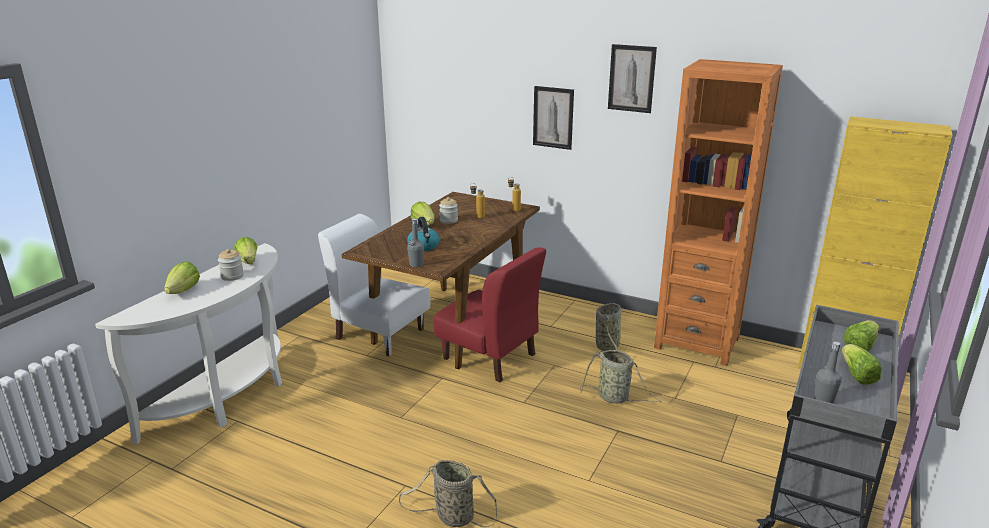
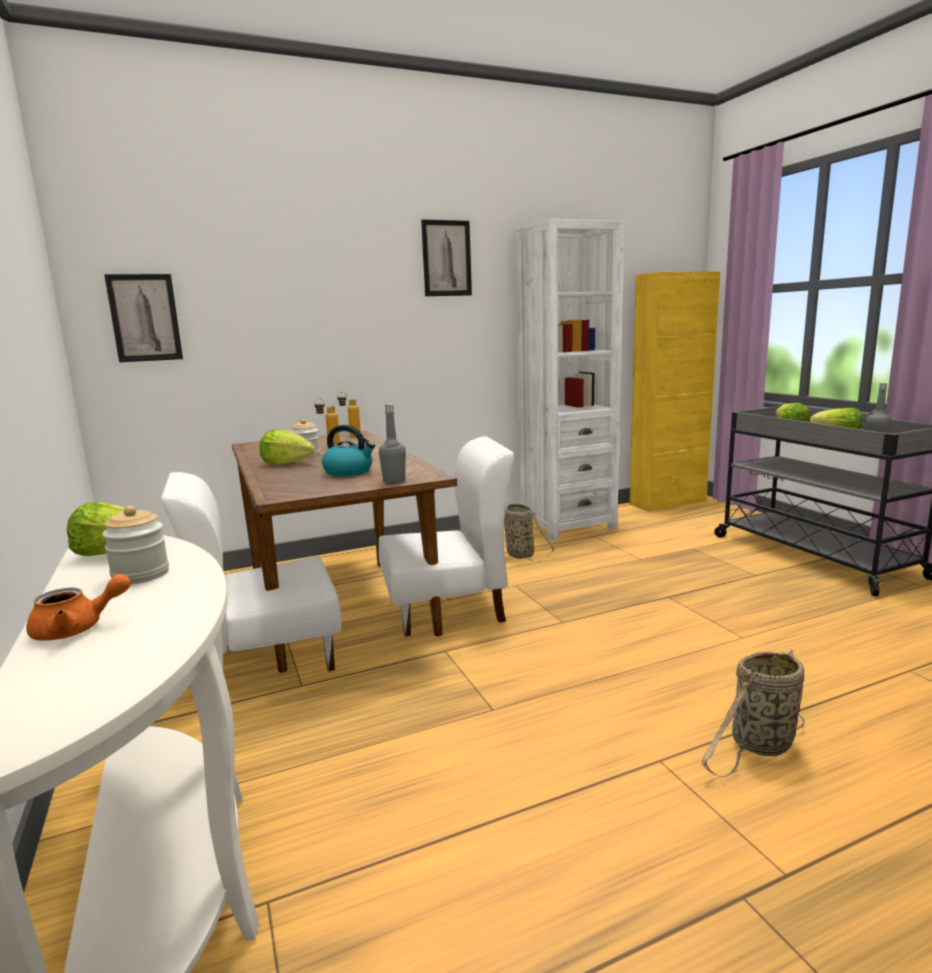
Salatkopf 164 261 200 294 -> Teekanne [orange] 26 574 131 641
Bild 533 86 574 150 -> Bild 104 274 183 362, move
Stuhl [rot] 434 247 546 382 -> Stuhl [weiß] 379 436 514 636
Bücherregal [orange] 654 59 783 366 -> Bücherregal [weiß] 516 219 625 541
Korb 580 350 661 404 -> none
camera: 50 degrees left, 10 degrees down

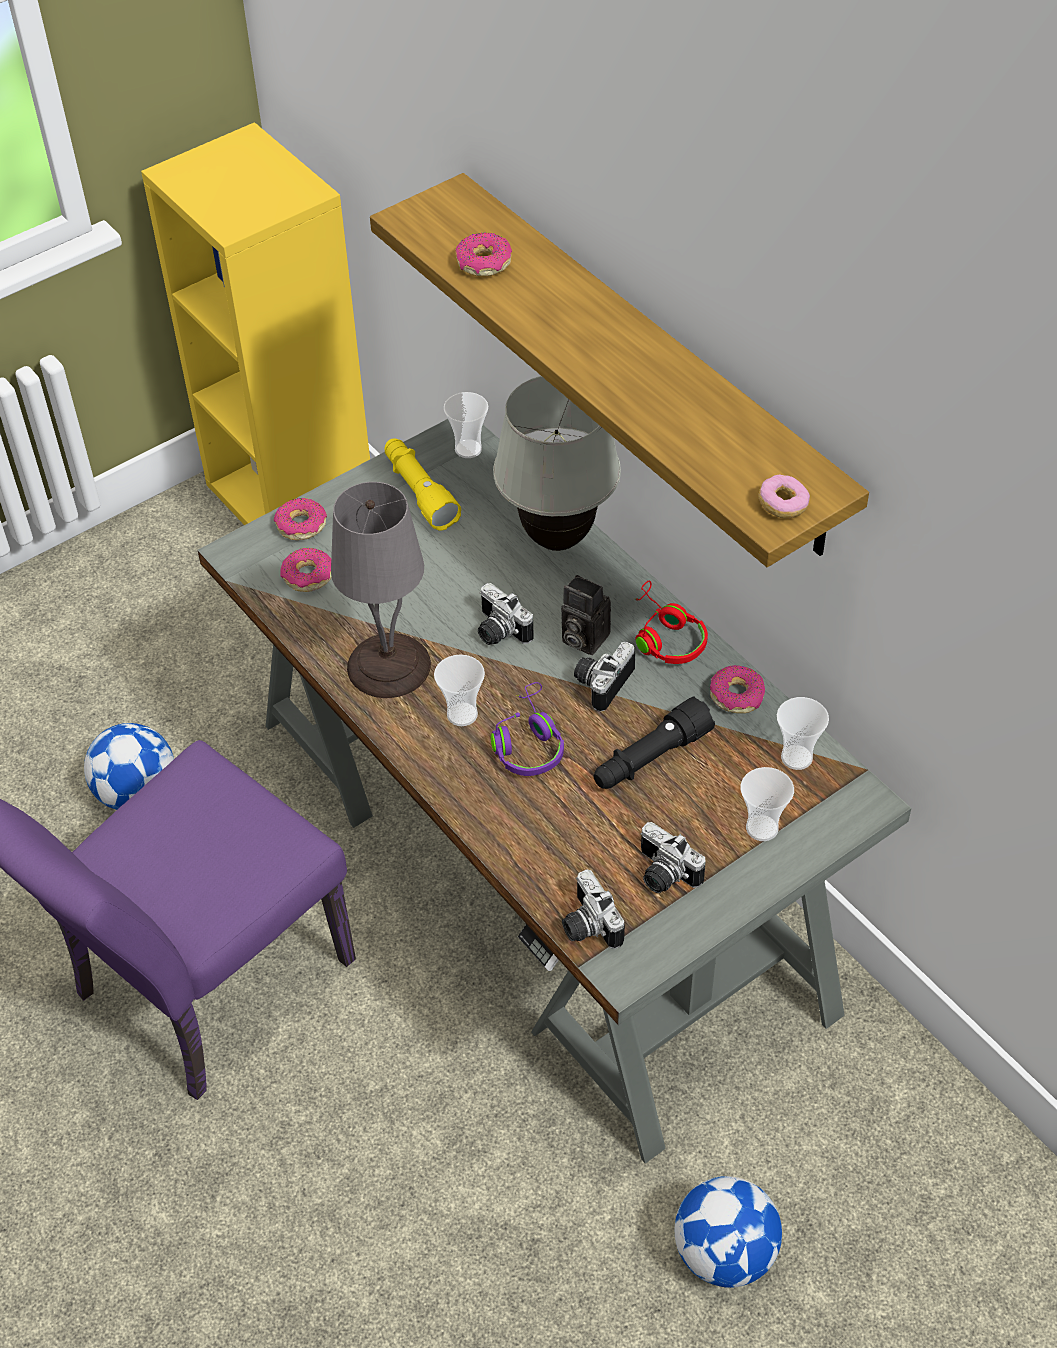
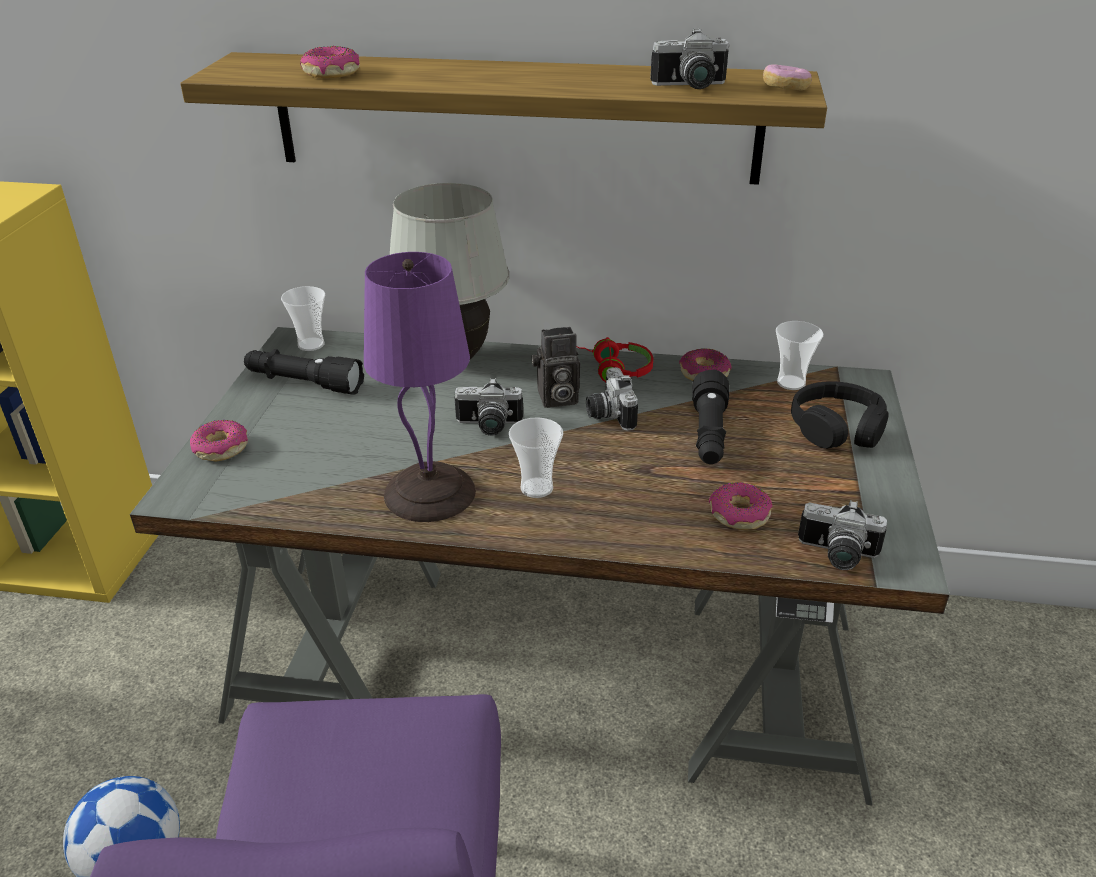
Taschenlampe [gelb] 385 439 461 531 -> Taschenlampe [schwarz] 244 349 364 395
Tischlampe [grau] 331 482 431 698 -> Tischlampe [lila] 364 252 476 522
Kamera 640 822 706 893 -> Kamera 650 28 729 89, move
Donut 280 548 332 592 -> Donut 709 482 772 530, move
Tasse 741 767 794 841 -> Kopfhörer [schwarz] 791 381 889 449
Kopfhörer [lila] 491 682 564 776 -> none
Fußball 674 1176 782 1288 -> none
camera: 45 degrees left, 15 degrees down

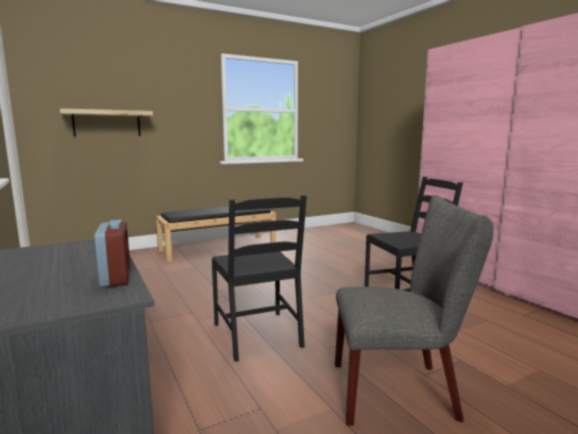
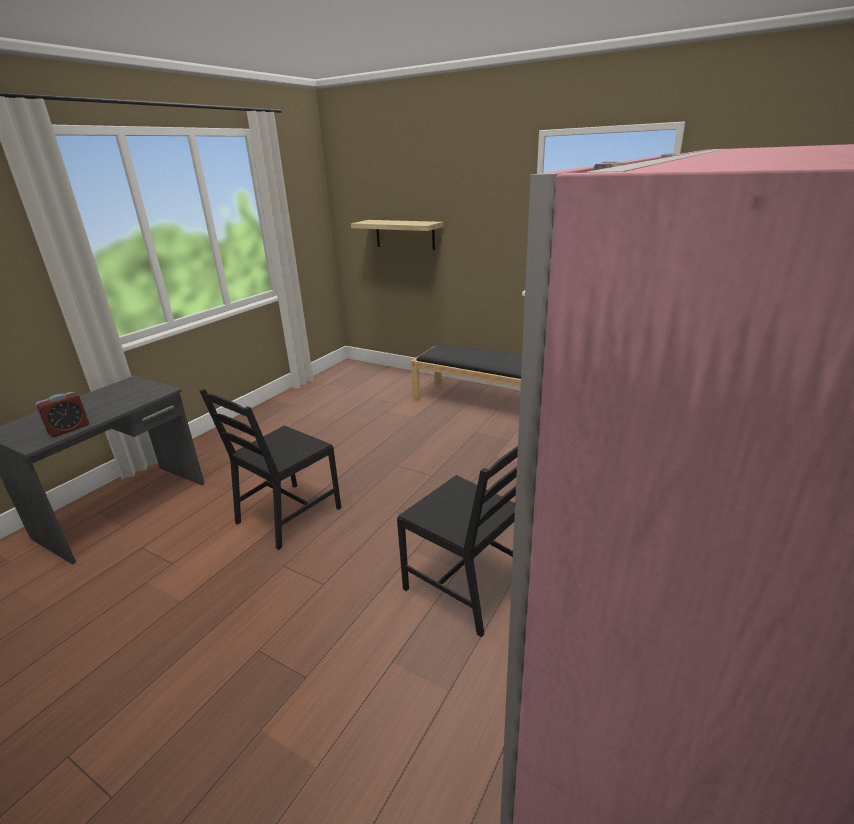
Stuhl [grau] 335 195 494 426 -> none
camera: 60 degrees right, 15 degrees up

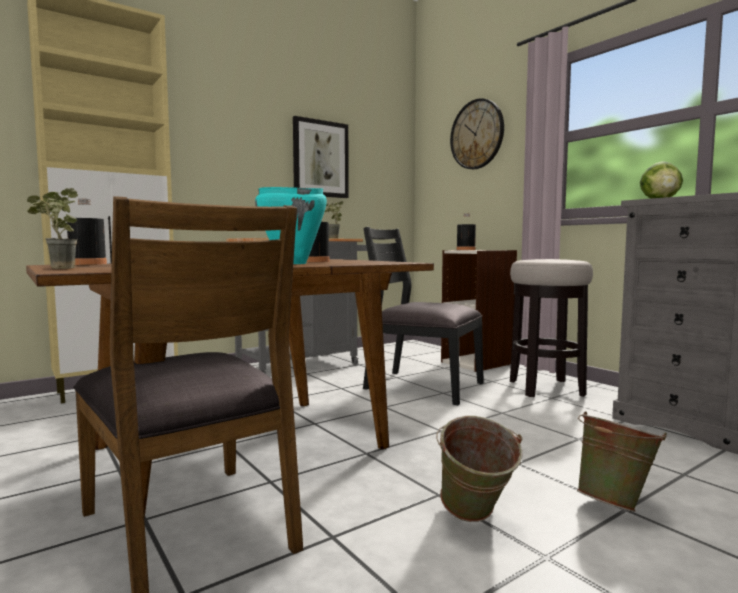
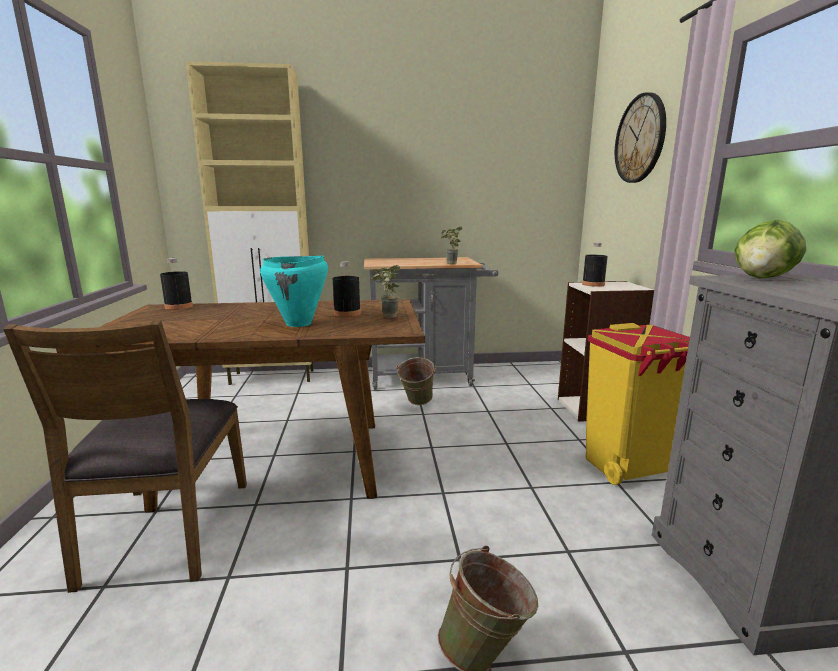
Topfpflanze 27 188 78 269 -> Topfpflanze 371 265 400 318, move
Eimer [grün] 436 416 523 522 -> Eimer [grün] 396 357 436 405, move
Hocker 510 259 593 397 -> Mülleimer [gelb] 586 323 690 485
Bild 293 116 349 198 -> none
Stuhl [schwarz] 363 227 484 405 -> none
camera: 30 degrees right, 10 degrees up

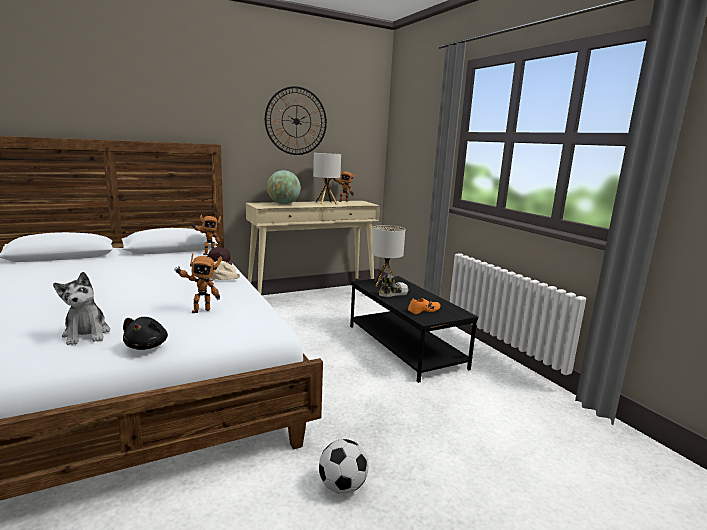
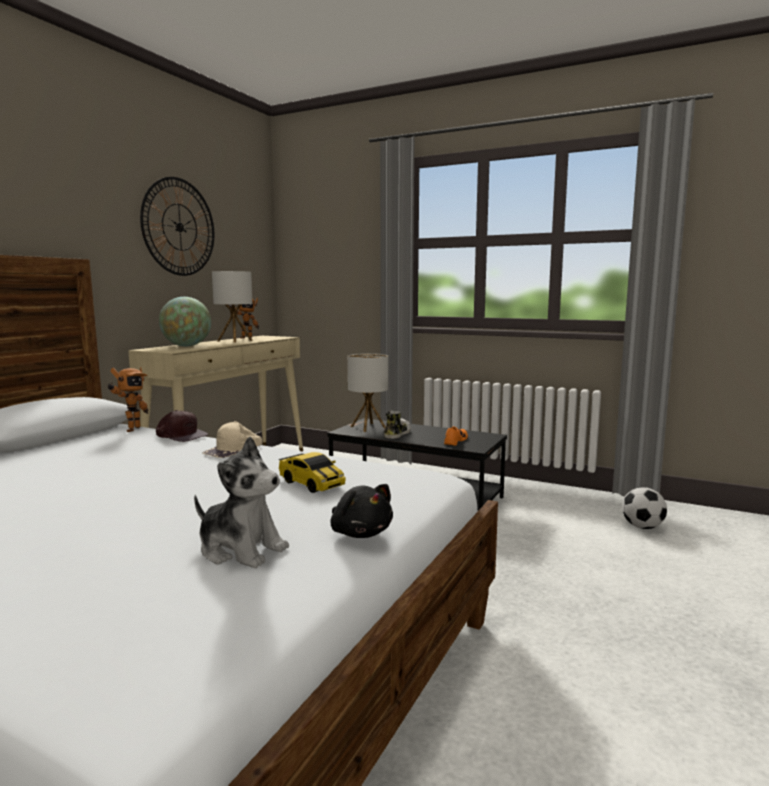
Spielzeugroboter 175 253 222 313 -> Spielzeugauto 279 452 346 493
Fußball 319 439 369 494 -> Fußball 622 487 667 529, move
camera: 35 degrees left, 5 degrees down

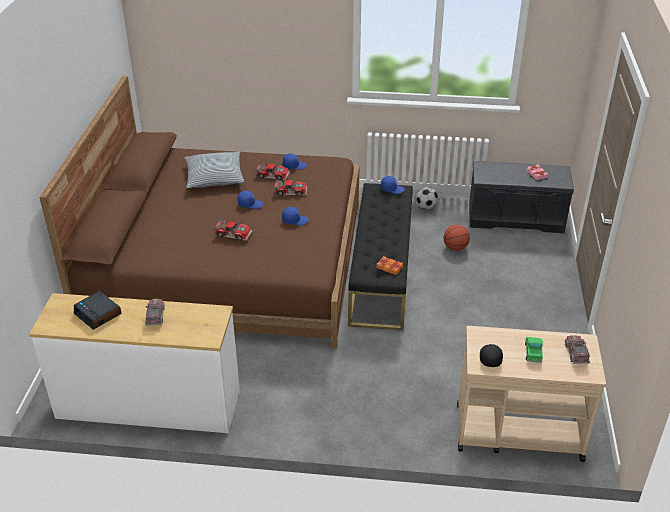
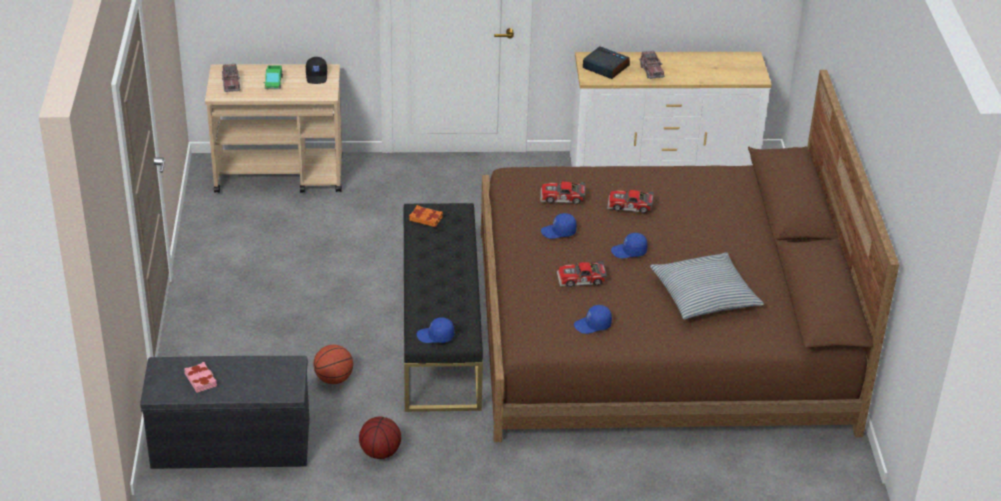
Fußball 416 187 438 209 -> Basketball 359 417 401 459
Spielzeugauto 256 163 290 180 -> Spielzeugauto 540 181 585 204, move
Wecker 74 291 122 330 -> Wecker 583 46 630 79, move
camera: 170 degrees right, 0 degrees up

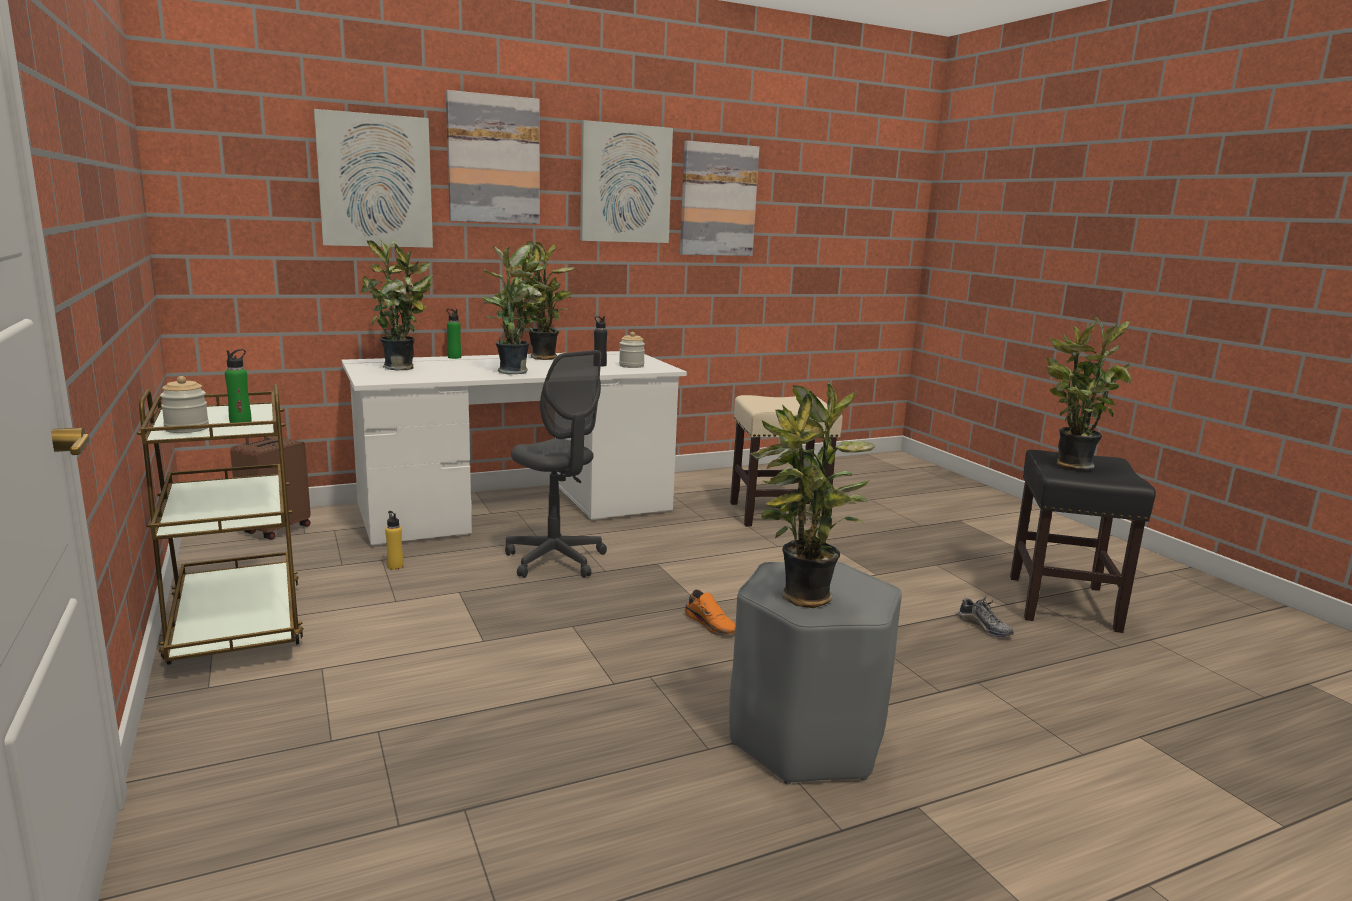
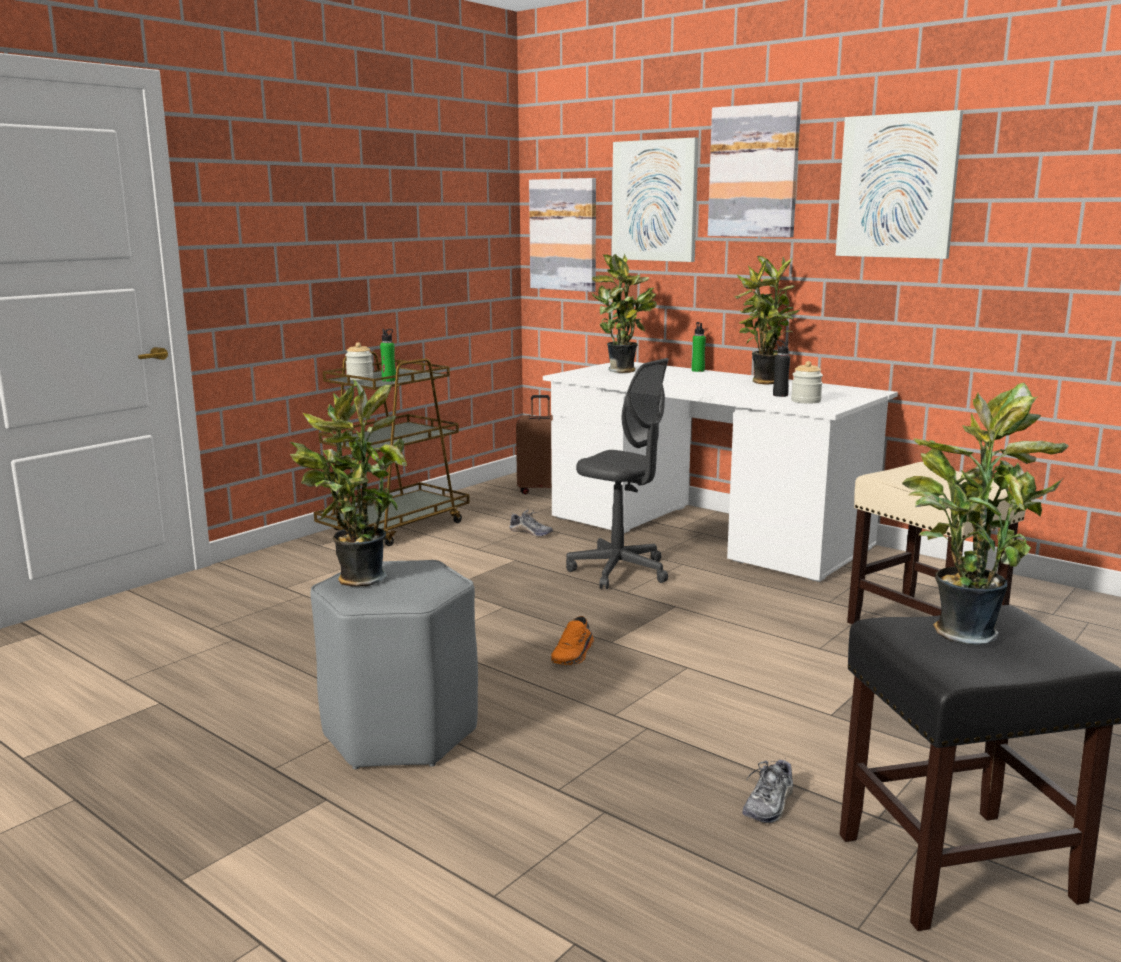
Flasche [gelb] 385 511 403 570 -> Schuh 510 509 553 536
Bild 680 141 759 256 -> Bild 529 178 596 292, move
Bürostuhl [grau] 505 350 607 578 -> Bürostuhl [grau] 566 358 668 589, 75 degrees counterclockwise
Topfpflanze 482 245 552 375 -> none
camera: 65 degrees right, 0 degrees up

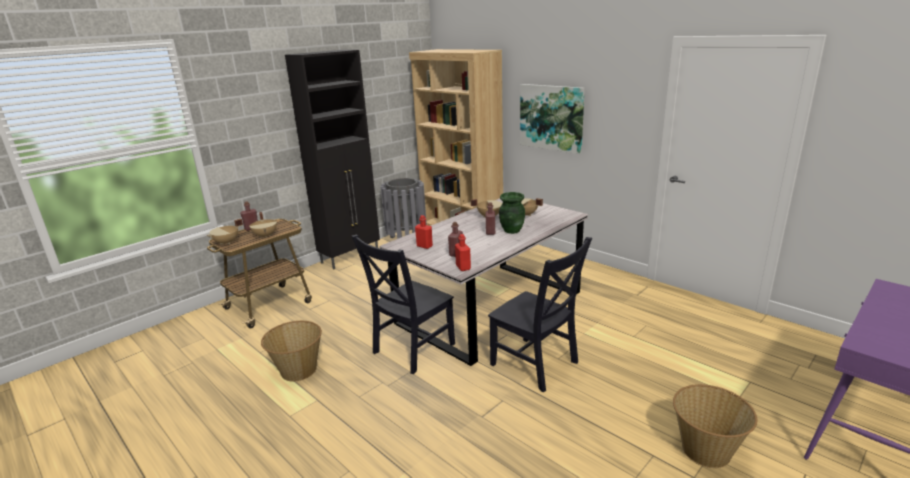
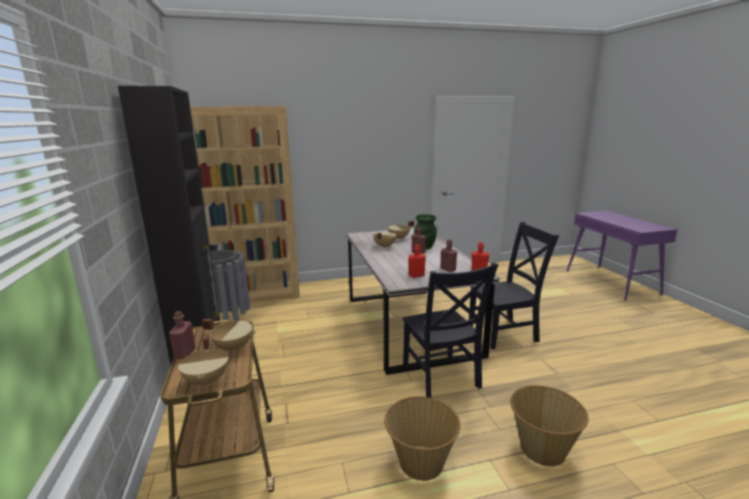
Korb 673 384 757 468 -> Korb 510 385 589 467, move
Bild 520 84 585 154 -> none
camera: 60 degrees left, 5 degrees down

